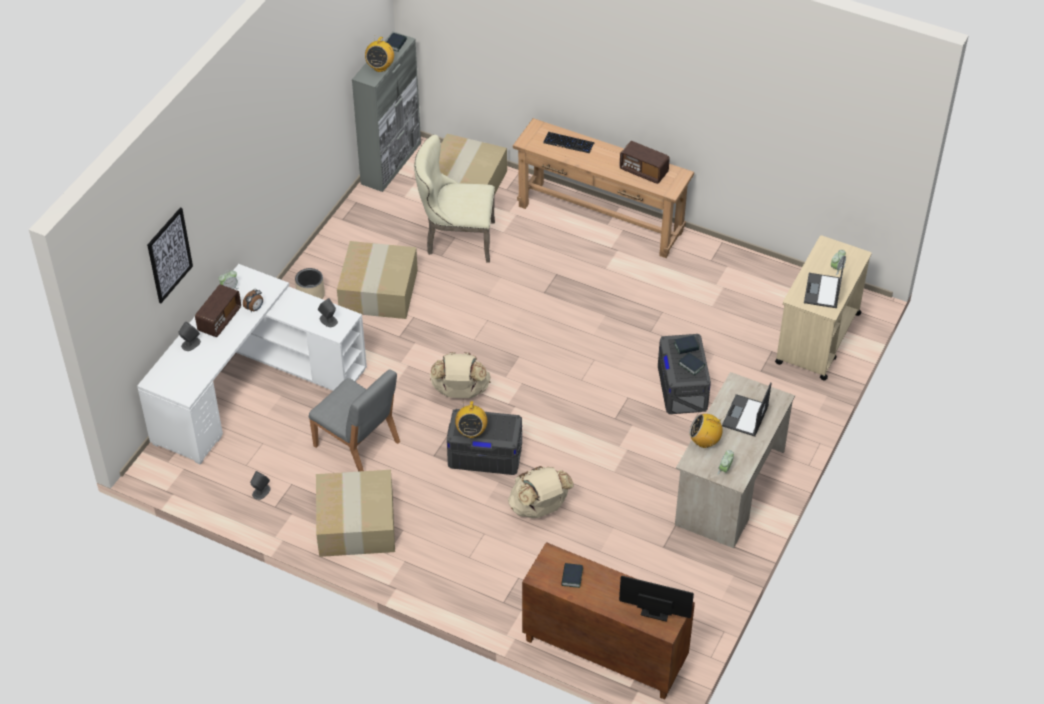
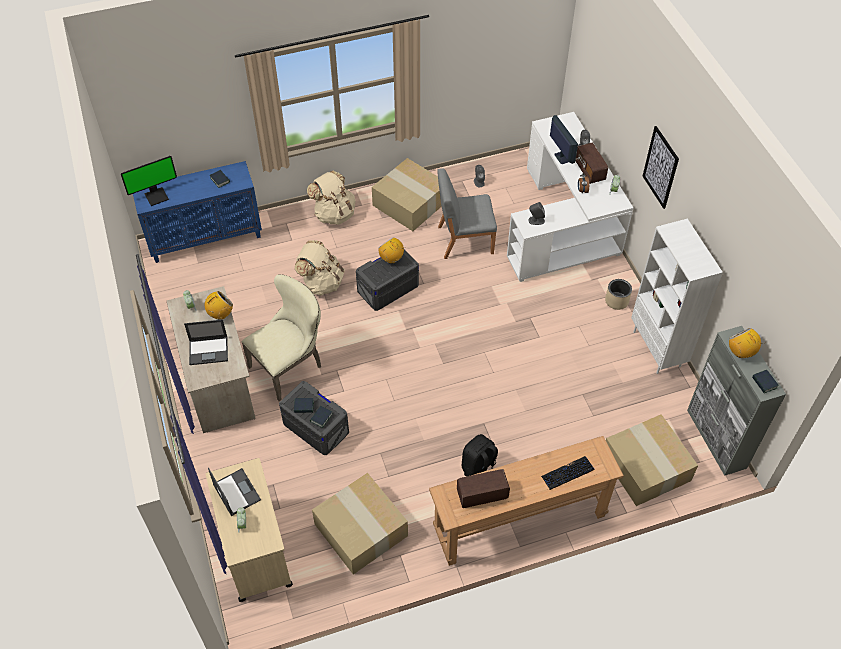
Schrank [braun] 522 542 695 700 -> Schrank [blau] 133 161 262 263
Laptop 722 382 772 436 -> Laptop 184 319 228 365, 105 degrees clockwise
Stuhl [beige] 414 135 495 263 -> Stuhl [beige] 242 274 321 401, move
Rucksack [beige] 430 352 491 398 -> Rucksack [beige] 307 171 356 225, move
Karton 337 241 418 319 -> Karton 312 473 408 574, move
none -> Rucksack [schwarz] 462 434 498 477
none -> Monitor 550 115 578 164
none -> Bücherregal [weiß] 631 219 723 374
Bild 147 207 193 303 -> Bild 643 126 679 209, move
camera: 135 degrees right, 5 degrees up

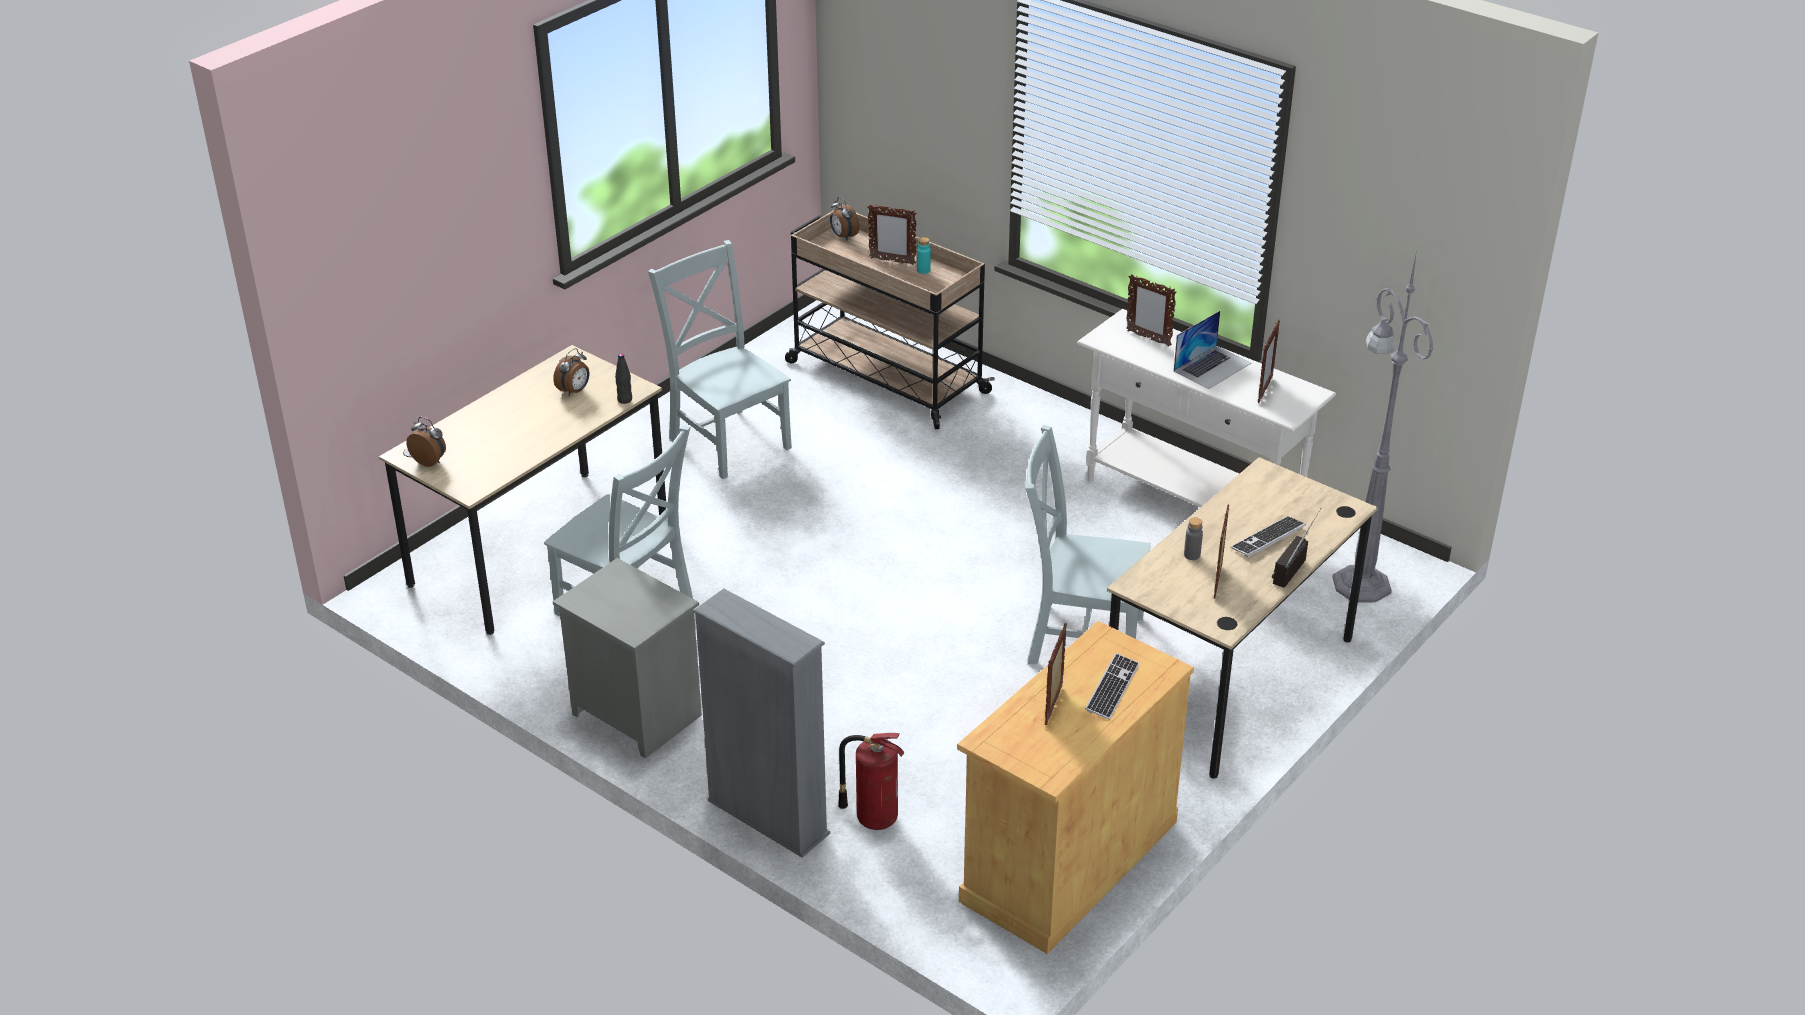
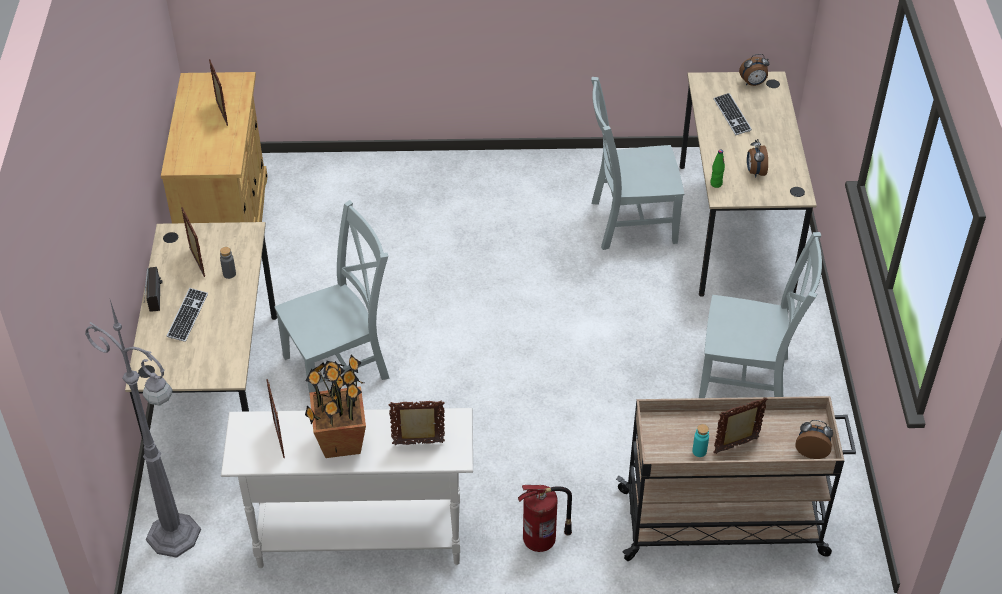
Laptop 1174 311 1251 389 -> Topfpflanze 305 354 366 458
Feuerlöscher 838 733 904 830 -> Feuerlöscher 518 485 572 552, move
Flasche [schwarz] 615 353 632 404 -> Flasche [grün] 710 150 725 188
Tastatur 1085 653 1140 720 -> Tastatur 714 93 752 135, move
Nachttisch [grau] 553 558 702 759 -> none
Bücherregal [grau] 693 588 830 858 -> none
camera: 140 degrees right, 10 degrees up

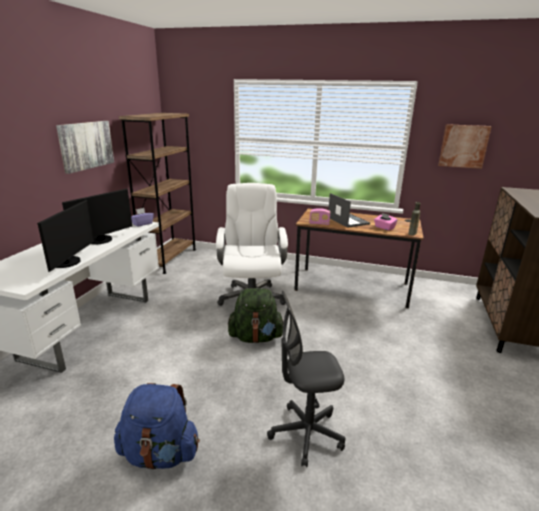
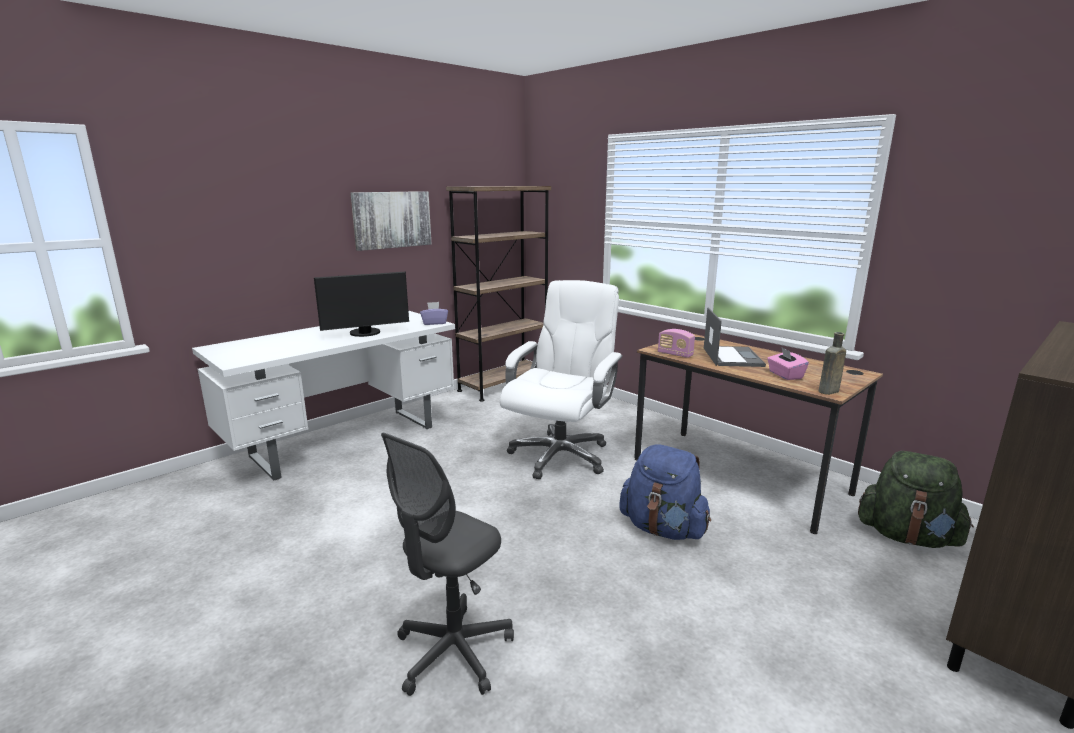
Bürostuhl [grau] 267 290 345 467 -> Bürostuhl [grau] 381 433 514 696, 75 degrees counterclockwise
Rucksack [blau] 114 383 200 470 -> Rucksack [blau] 619 444 711 540, move
Rucksack [grün] 228 288 284 343 -> Rucksack [grün] 858 451 974 548, move
Monitor 37 200 94 272 -> none
Bild 438 124 492 169 -> none
camera: 30 degrees right, 5 degrees down

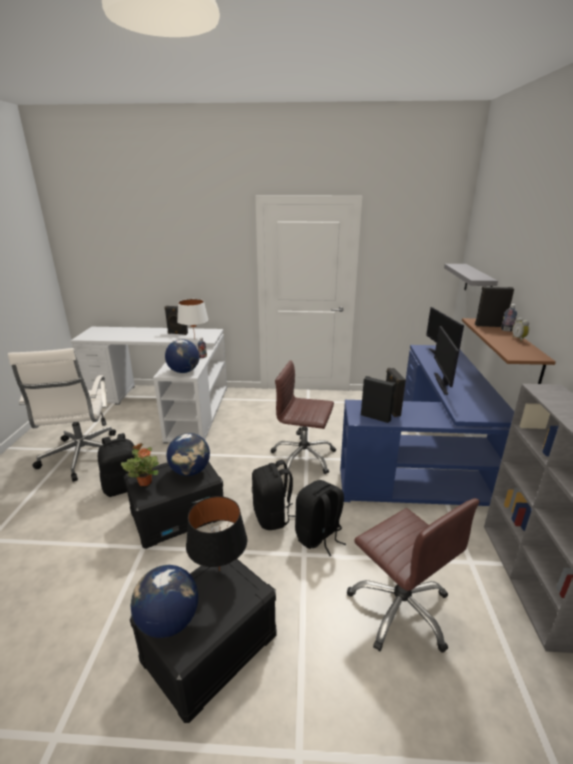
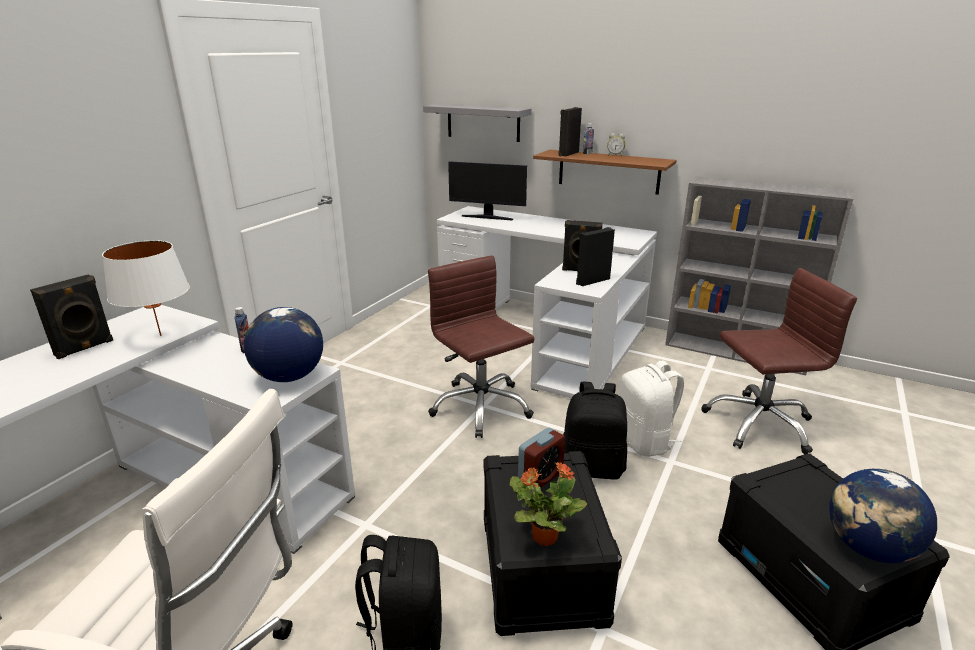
Bürostuhl [braun] 271 360 336 474 -> Bürostuhl [braun] 428 255 534 438, 105 degrees clockwise
Schreibtisch [blau] 340 345 514 506 -> Schreibtisch [weiß] 437 206 657 398
Globus 166 433 210 476 -> Wecker 518 428 565 488
Rucksack [schwarz] 295 480 346 556 -> Rucksack [weiß] 619 361 684 457
Tischlampe [schwarz] 186 496 247 571 -> none
Monitor 434 326 459 395 -> none
camera: 65 degrees left, 0 degrees up

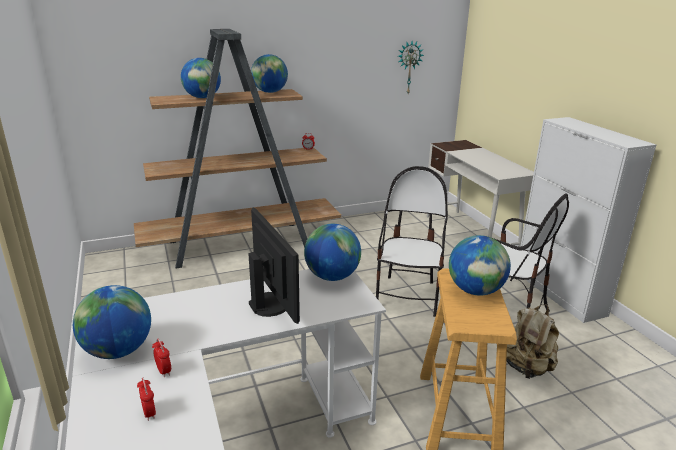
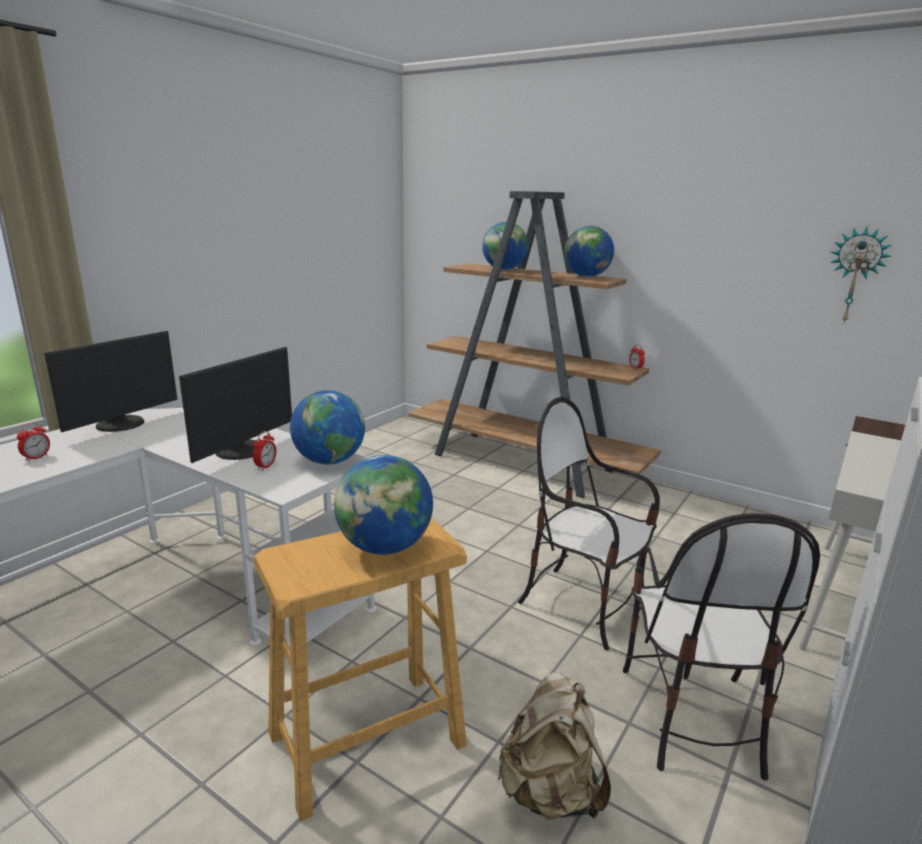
Globus 73 285 151 359 -> Monitor 44 331 178 432
Wecker 152 339 171 378 -> Wecker 253 431 276 471, move
Stuhl 376 166 448 317 -> Stuhl 518 397 660 650, 120 degrees counterclockwise
camera: 55 degrees right, 5 degrees down

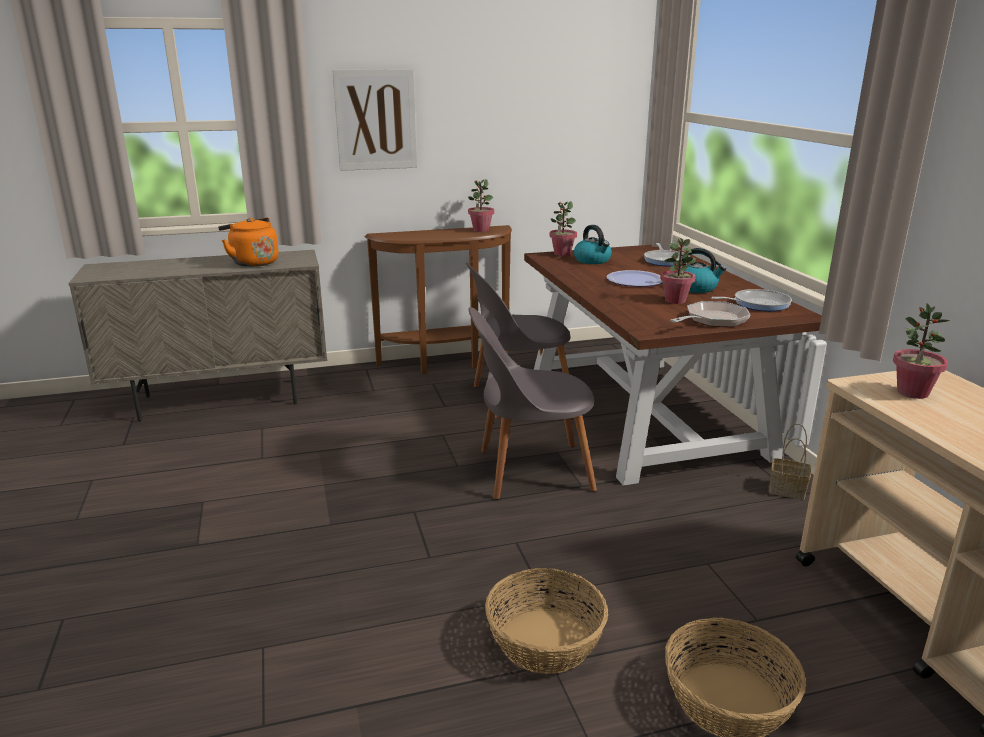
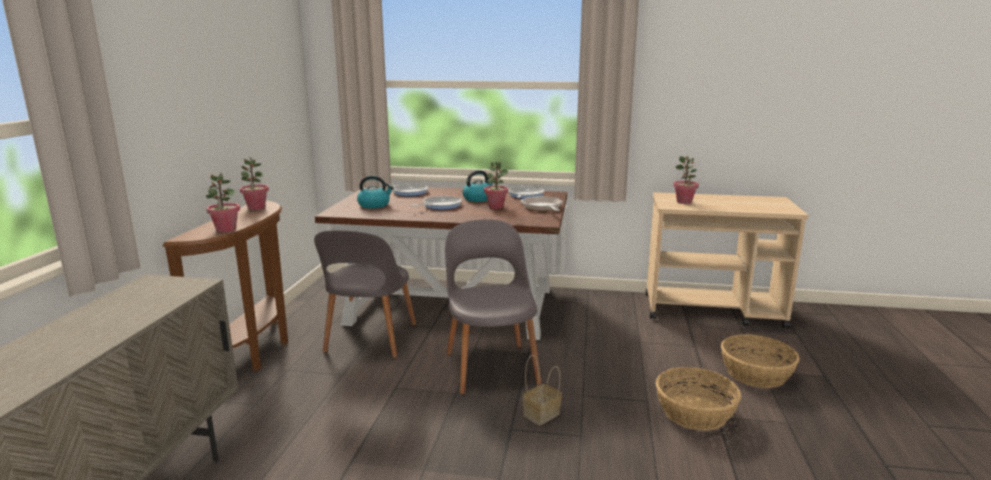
Topfpflanze 549 201 577 256 -> Topfpflanze 206 173 240 233, move
Teller 606 270 663 287 -> Pfanne 410 196 461 210
Stuhl [grau] 468 307 597 500 -> Stuhl [grau] 445 219 542 394, 150 degrees clockwise
Korb 769 423 811 500 -> Korb 523 355 562 425, move
Wasserkessel [orange] 218 217 279 267 -> none
Bild 332 69 417 171 -> none
camera: 65 degrees left, 5 degrees down

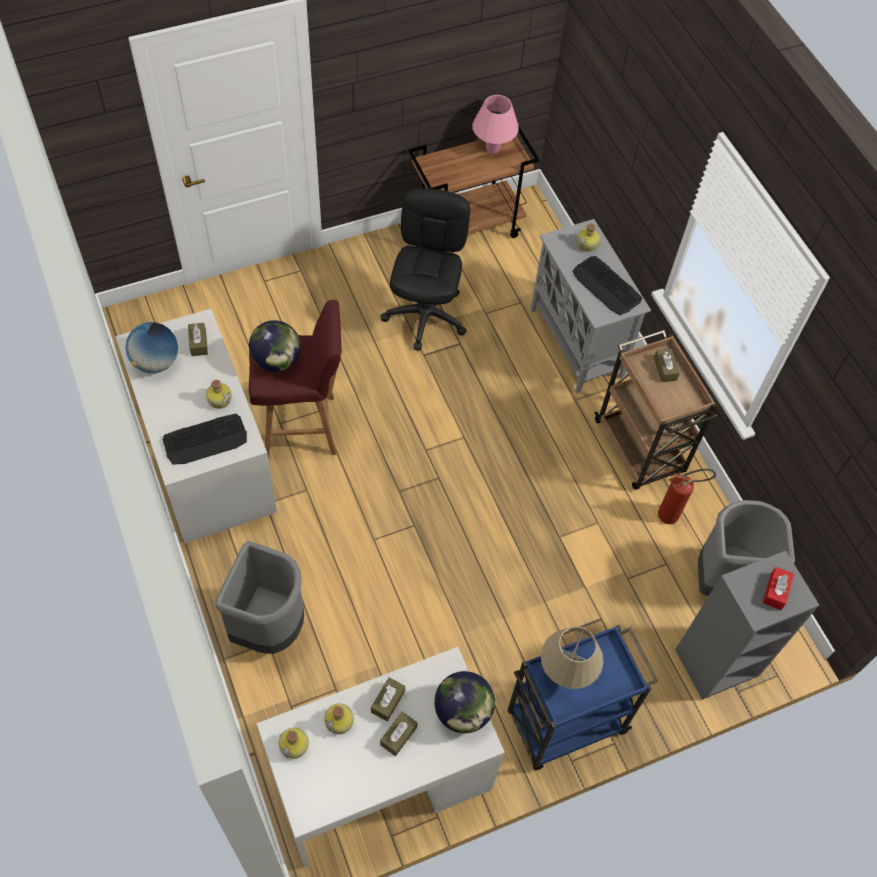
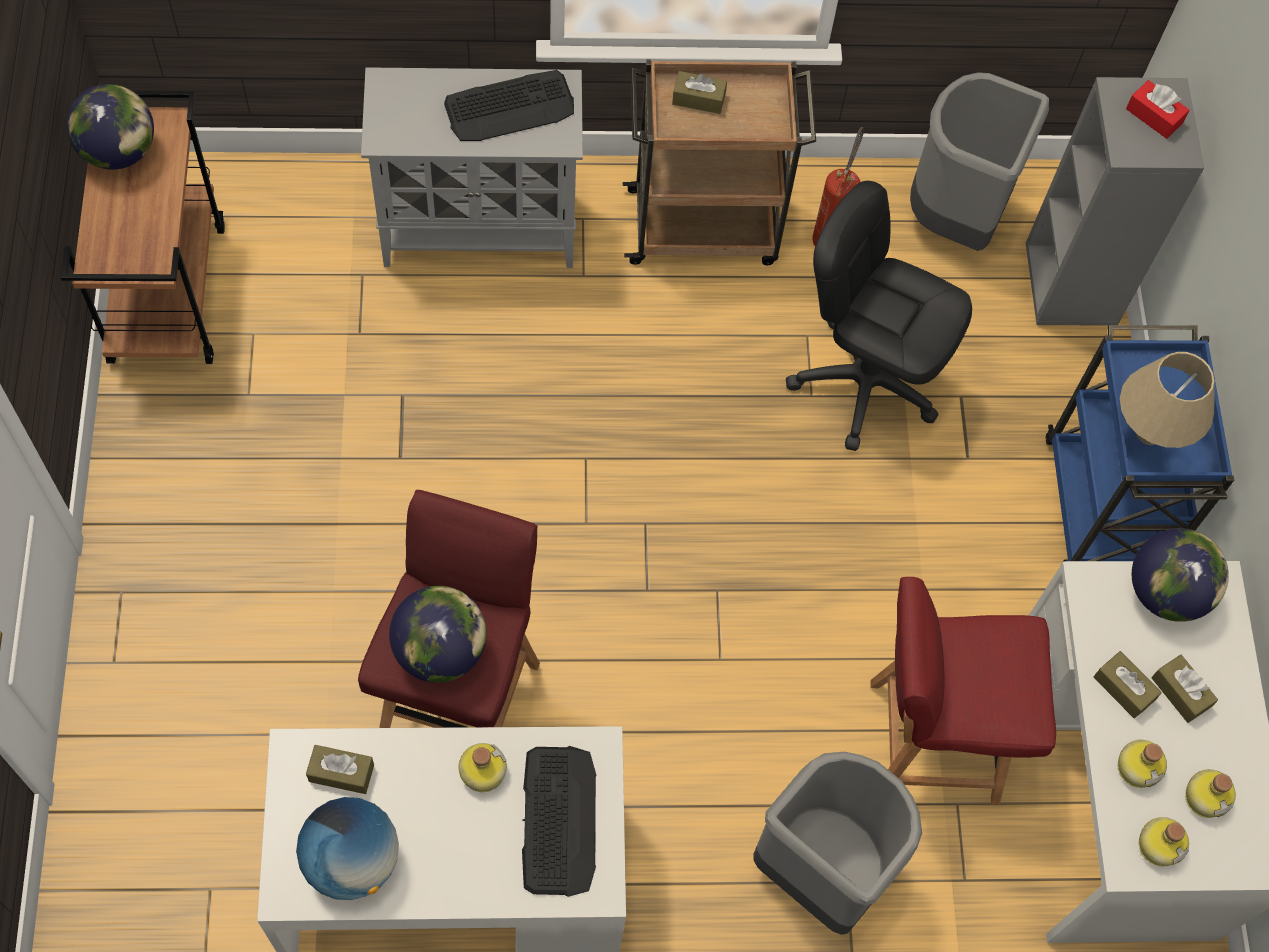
Tischlampe [rosa] 472 95 519 154 -> Globus 67 84 154 170
Bürostuhl [schwarz] 381 188 470 351 -> Bürostuhl [schwarz] 786 181 972 451, move
none -> Stuhl [rot] 870 577 1056 804
Flasche 577 223 600 252 -> Flasche 1185 769 1236 818, move
camera: 70 degrees left, 5 degrees up

